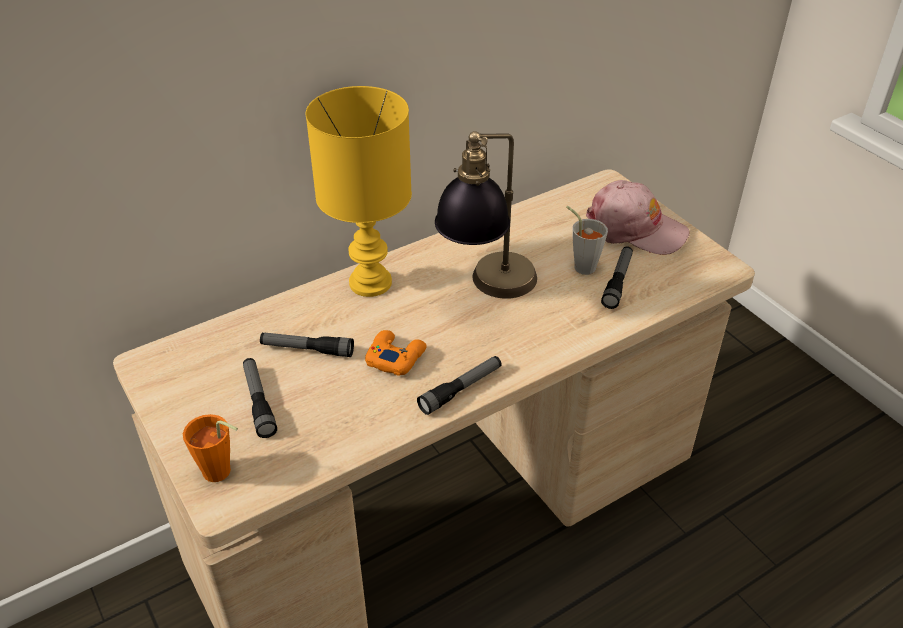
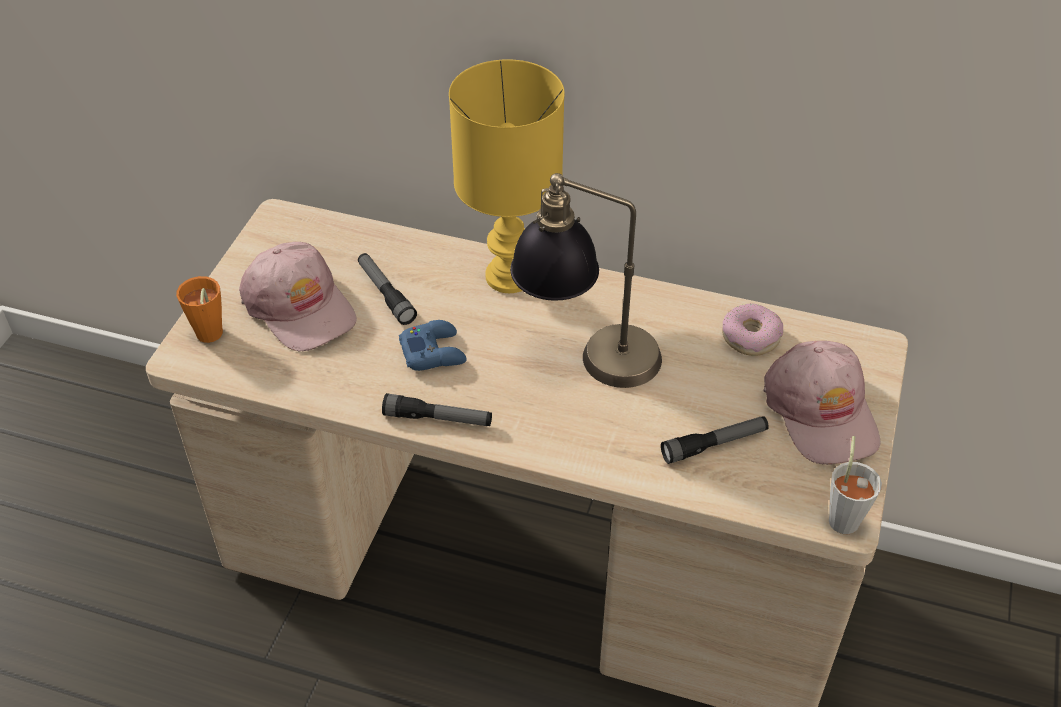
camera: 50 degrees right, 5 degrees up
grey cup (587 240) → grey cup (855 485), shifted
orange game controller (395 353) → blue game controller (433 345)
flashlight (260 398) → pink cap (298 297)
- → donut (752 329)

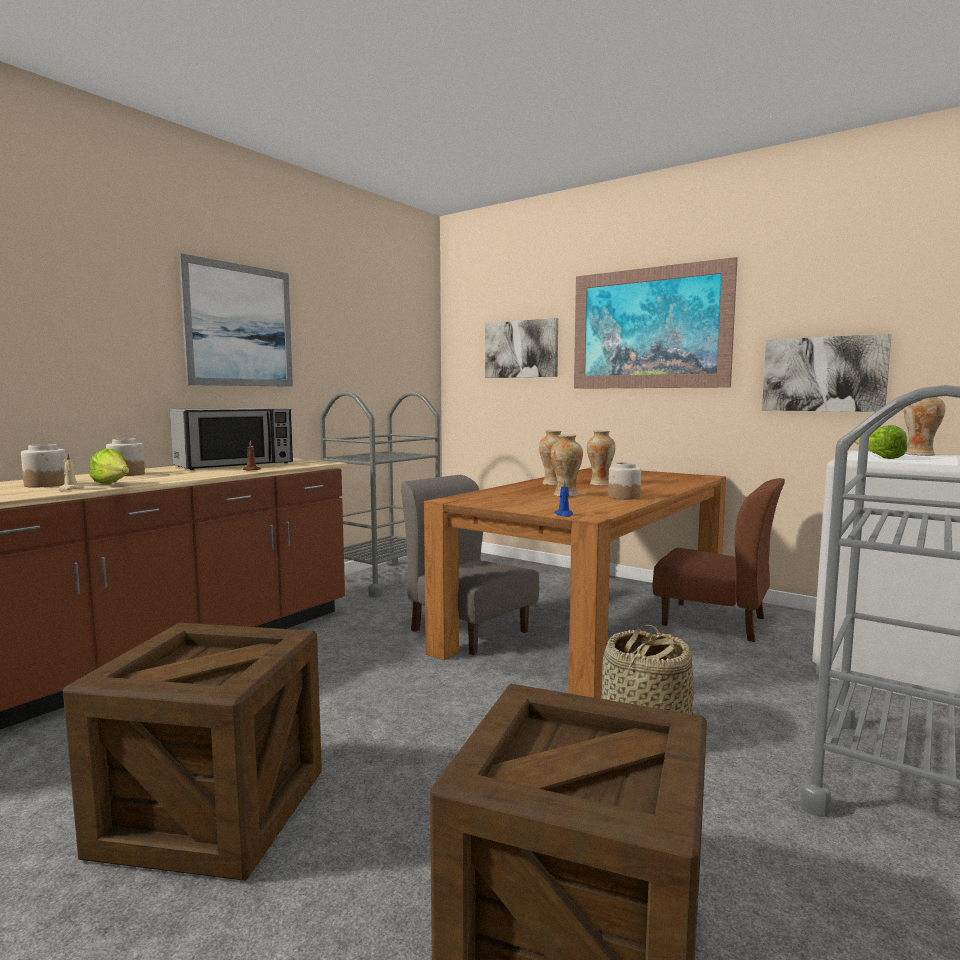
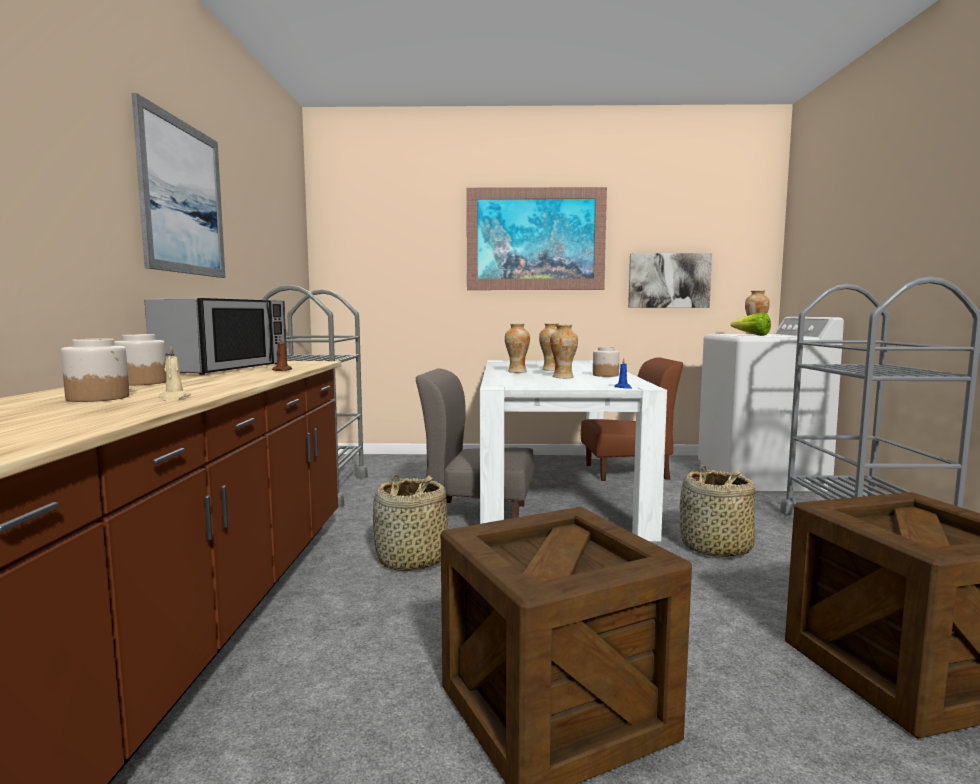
camera: 35 degrees left, 0 degrees up
picture (521 348) → -
lettuce (109 466) → -
brown dining table (575 583) → white dining table (573 451)
- → basket (410 523)

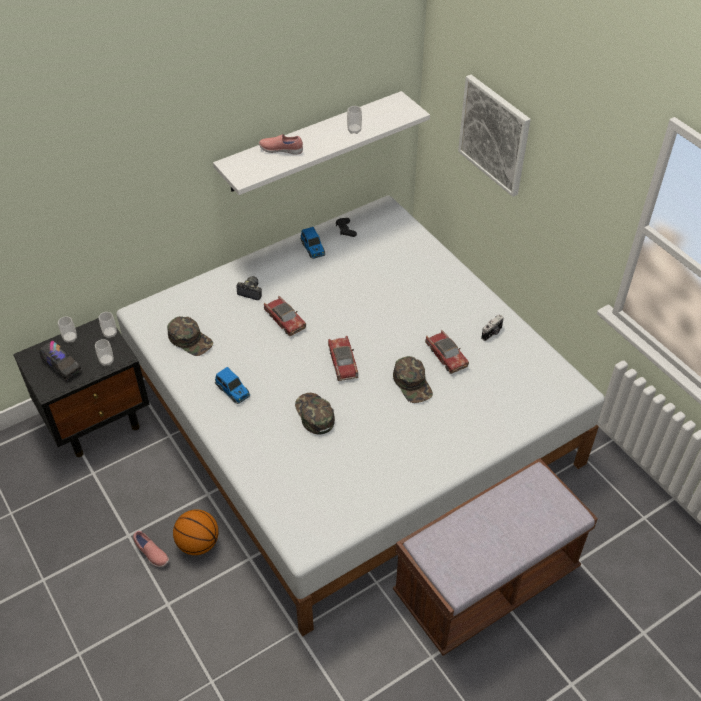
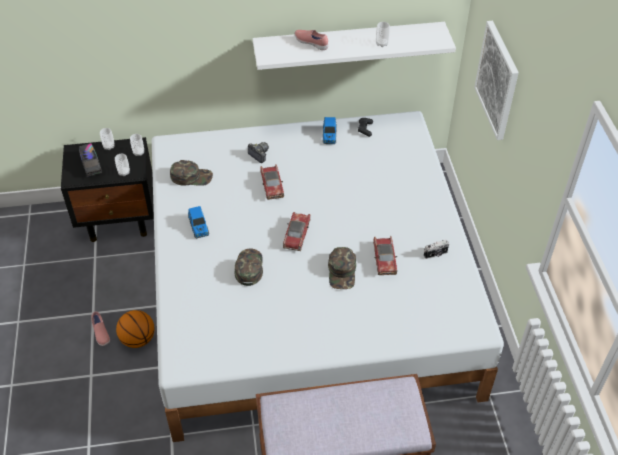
camera: 25 degrees right, 0 degrees up
green cap (190 336) → green cap (191 173), 60 degrees counterclockwise

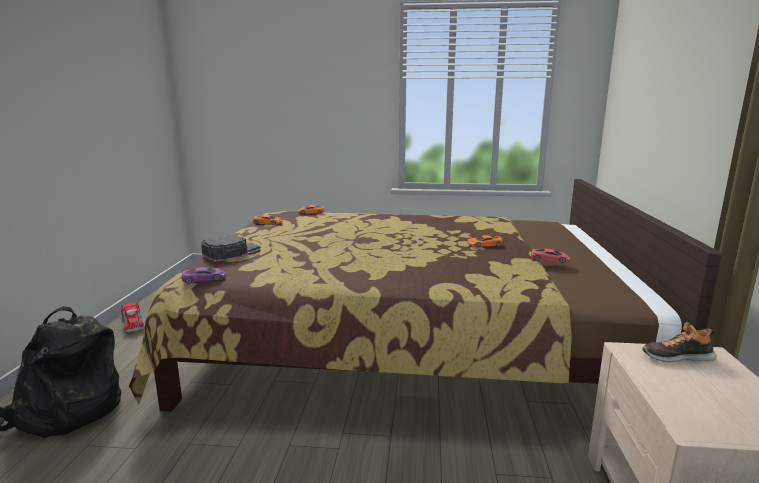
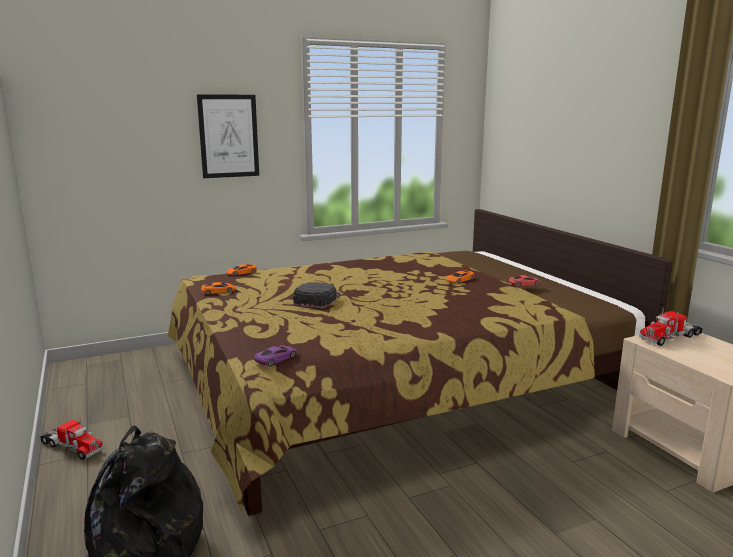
camera: 30 degrees left, 0 degrees up
black cap (231 248) → black cap (316 295), shifted
shoe (679 342) → toy truck (671 327)
- → picture (228 136)

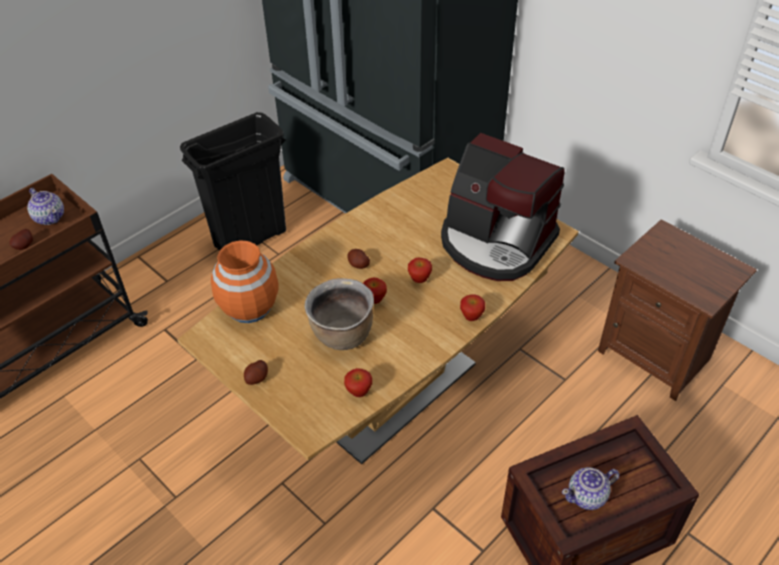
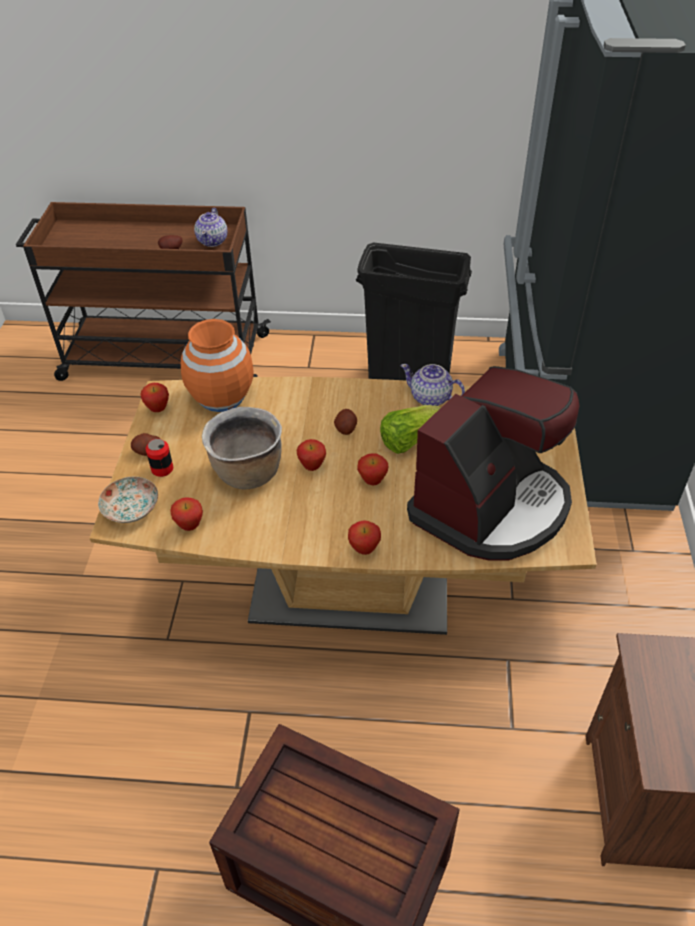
camera: 50 degrees right, 0 degrees up
coffee machine (503 207) → coffee machine (493 463), 135 degrees counterclockwise
teapot (590 488) → teapot (433 385), shifted
- → apple (155 397)
- → lettuce (410 429)
- → can (159 458)
- → plate (128 500)

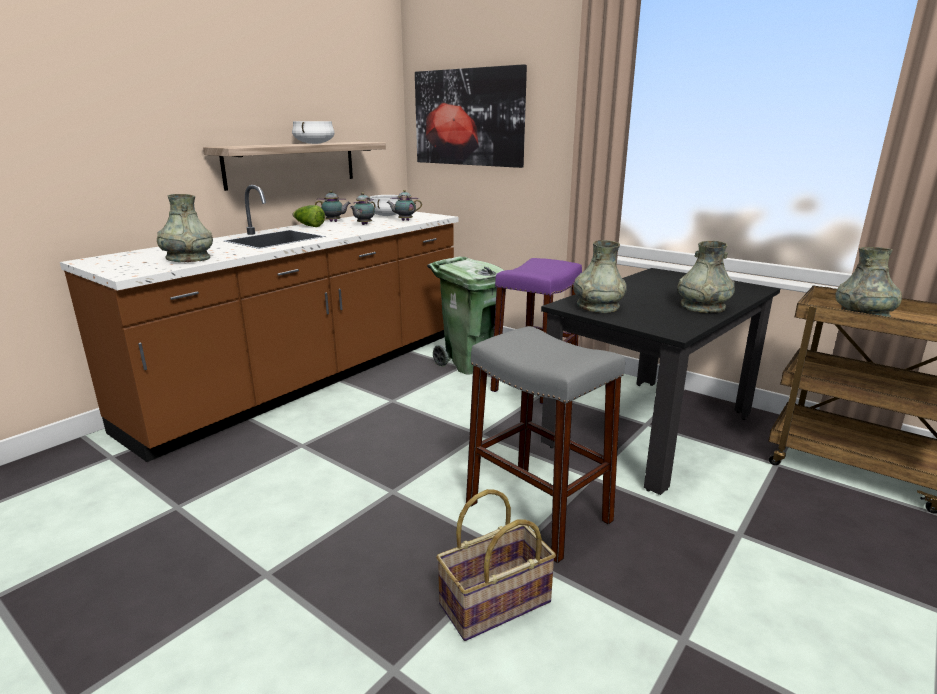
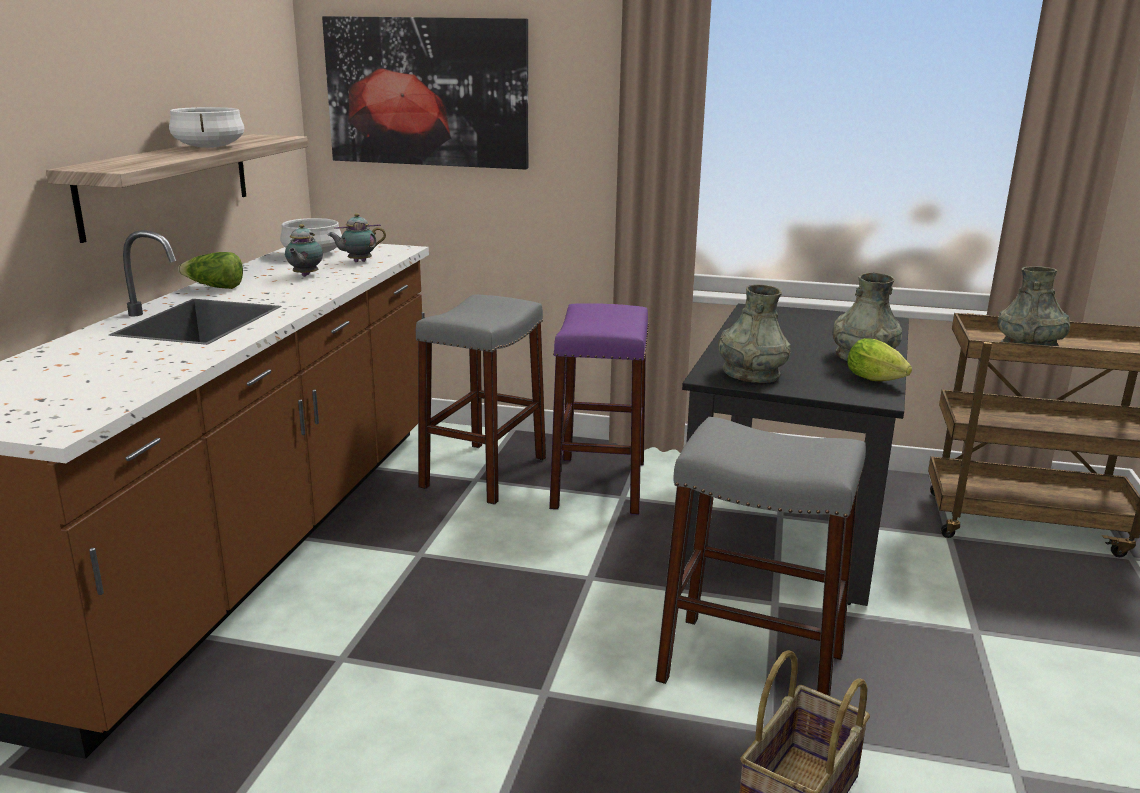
camera: 25 degrees left, 0 degrees up
teapot (333 206) → -
grey vase (185 228) → -
green trash can (466 316) → grey stool (481 399)
- → lettuce (879 359)

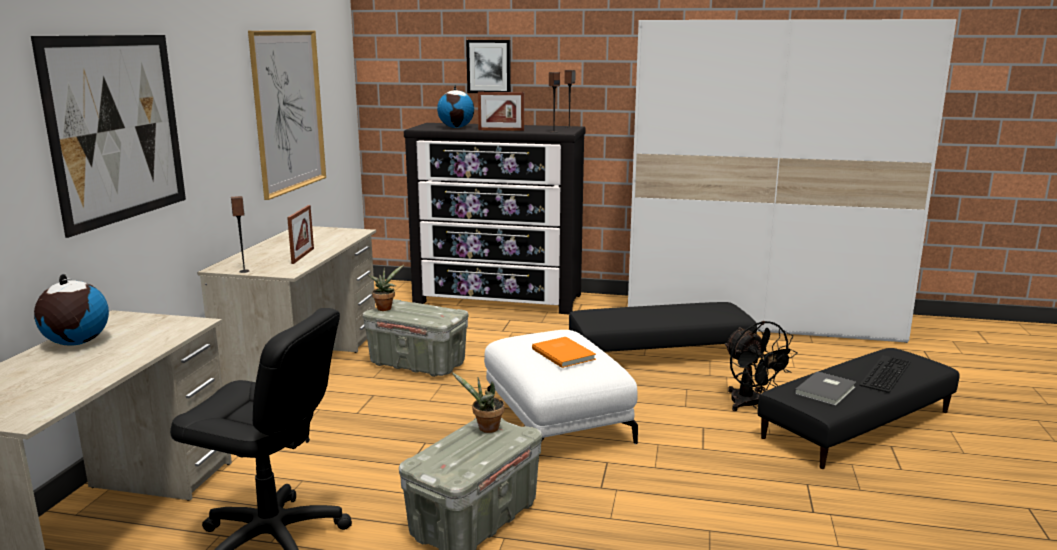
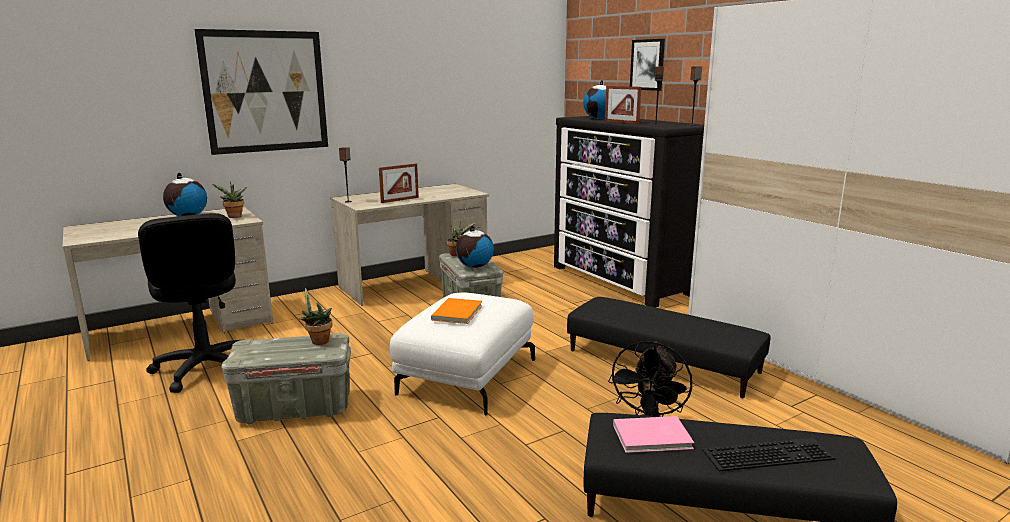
camera: 45 degrees right, 0 degrees up
picture (287 115) → -
grey book (825 388) → pink book (653 434)
- → potted plant (229 199)
- → globe (475 247)

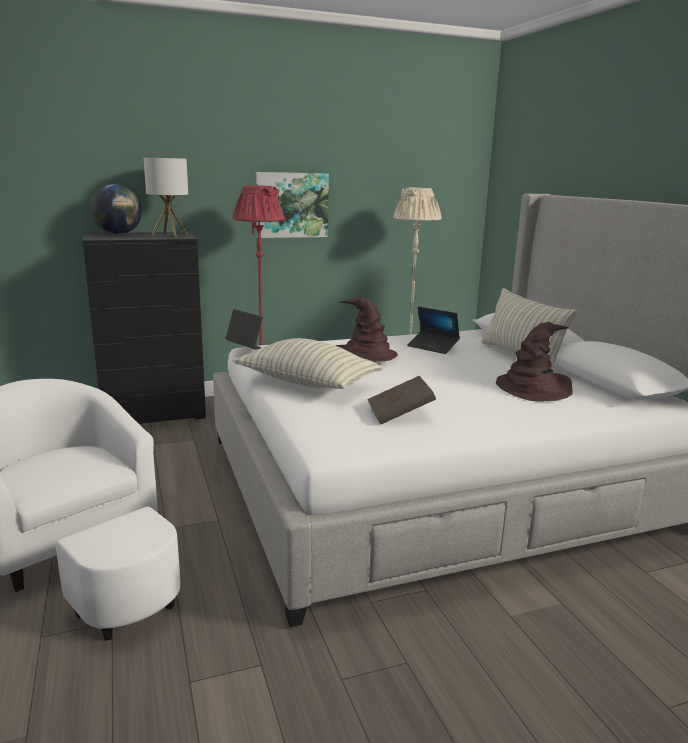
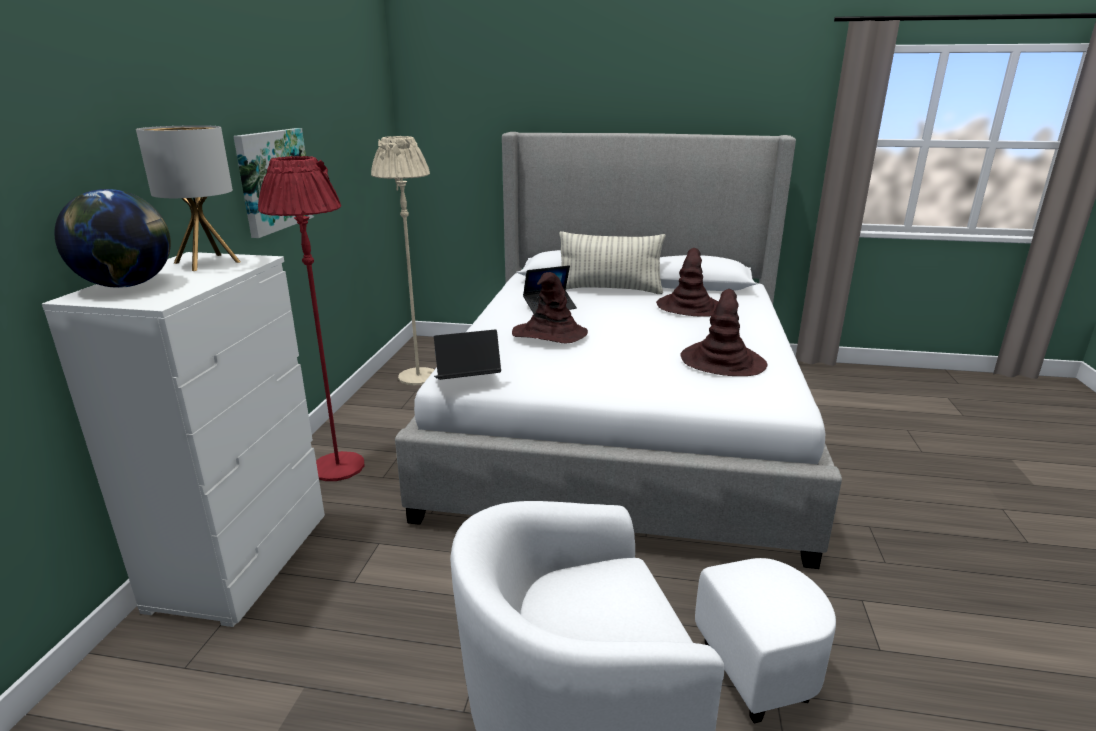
camera: 60 degrees left, 5 degrees up
black dresser (144 328) → white dresser (183 439)
pillow (308 363) → -
brown book (401 400) → brown hat (723 332)

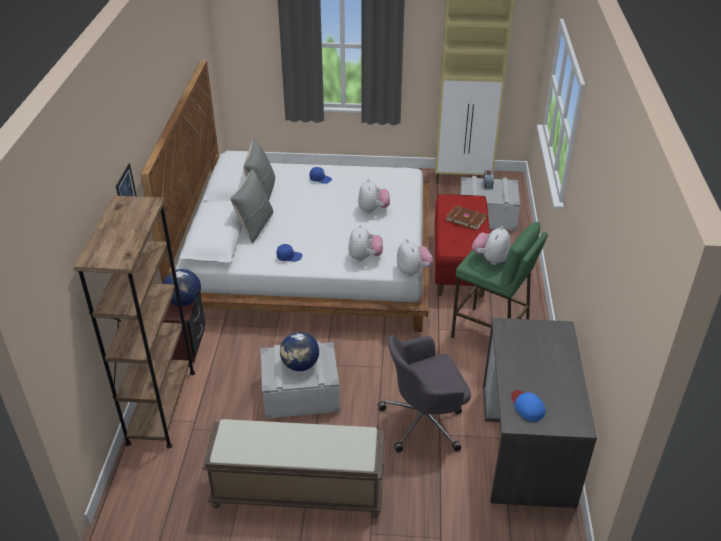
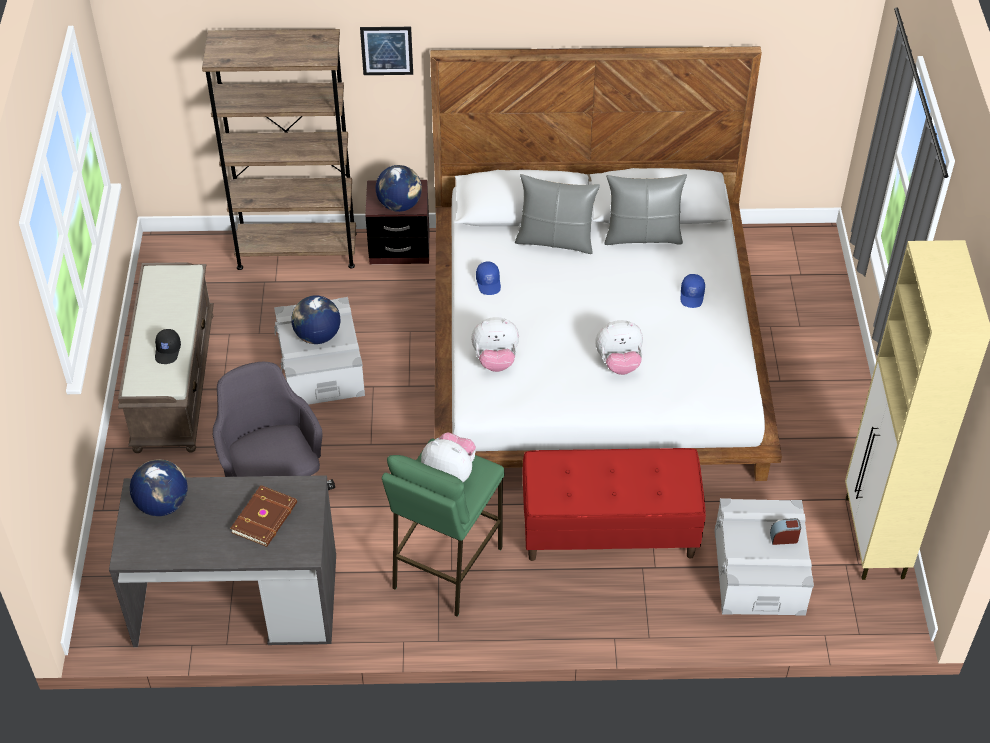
camera: 85 degrees right, 10 degrees up
brown book (466 218) → brown book (263 516), shifted
plush toy (415 257) → -
blue cap (528 405) → globe (159 487)
- → black cap (168 346)

